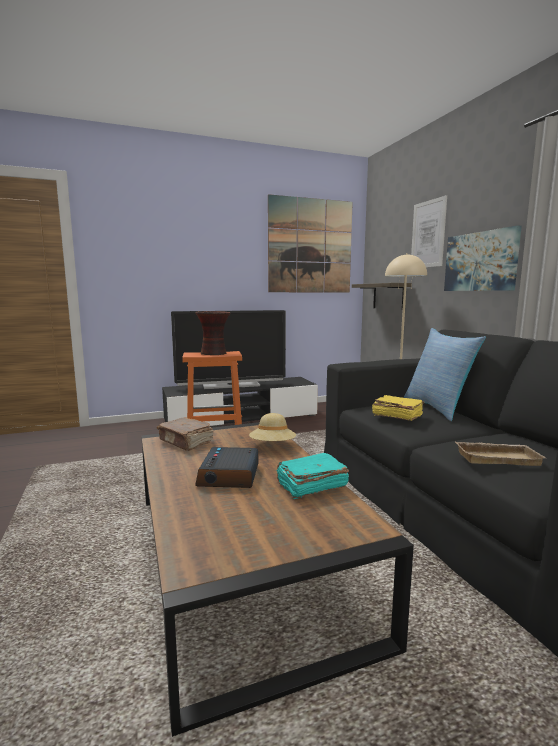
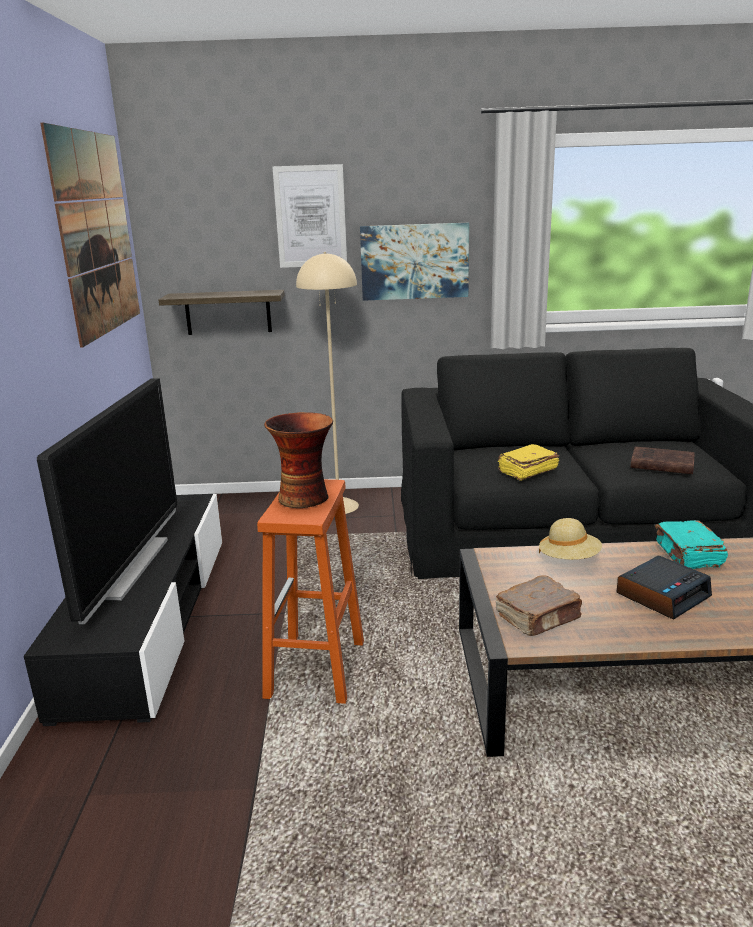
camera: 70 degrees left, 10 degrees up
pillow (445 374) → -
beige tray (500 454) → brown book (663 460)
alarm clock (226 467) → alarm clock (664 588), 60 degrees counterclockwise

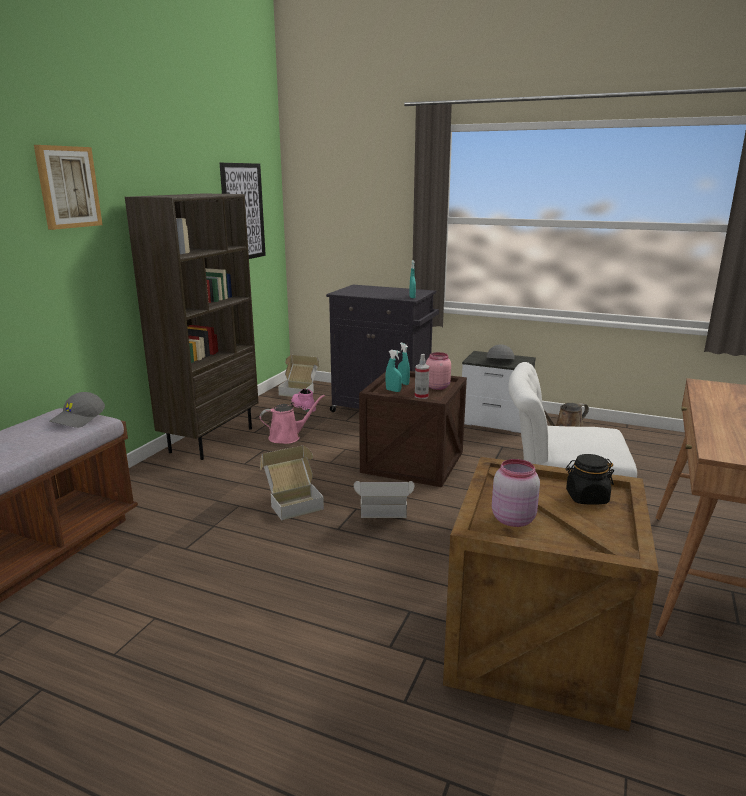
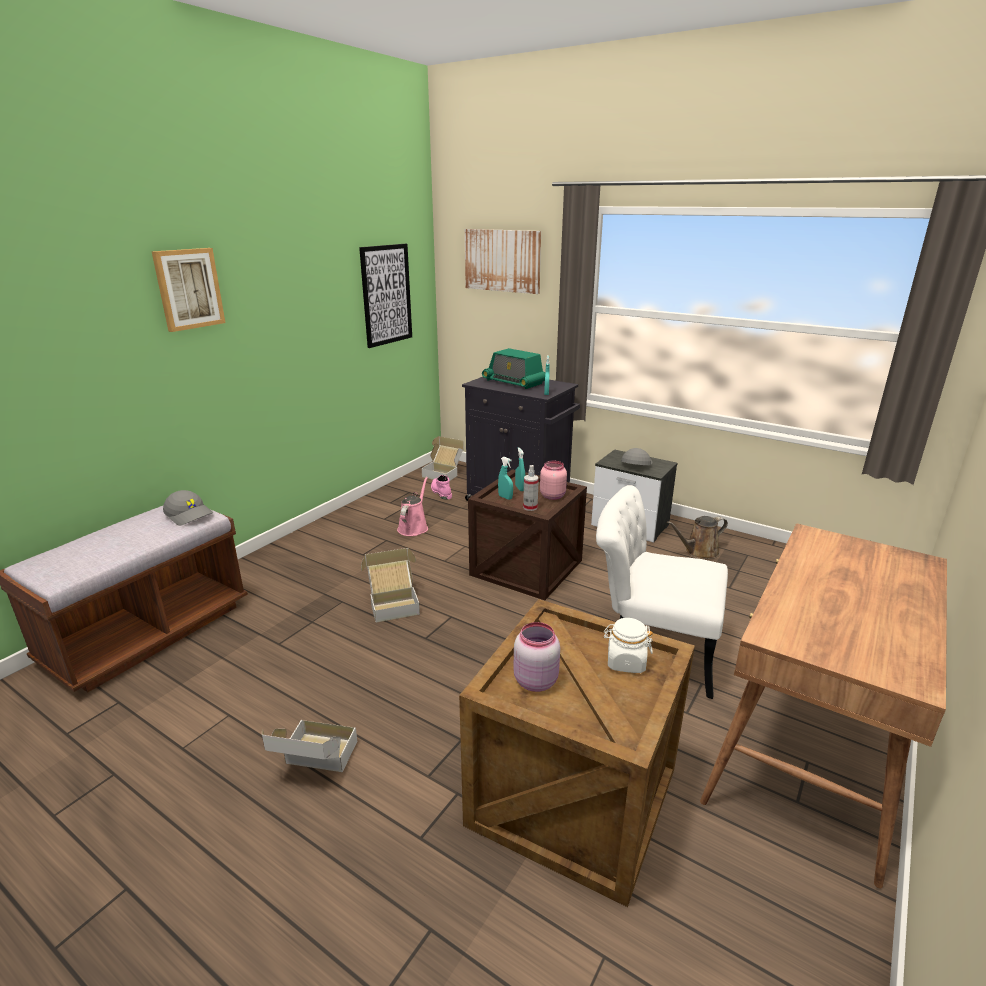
camera: 10 degrees right, 5 degrees up
brown bookcase (191 327) → -
grey cap (77 410) → grey cap (188 508), 90 degrees counterclockwise
pink watering can (292 419) → pink watering can (412 506), 60 degrees counterclockwise
black jar (590 479) → white jar (628 645)
cardboard box (384 499) → cardboard box (309 746), shifted
- → picture (503 261)
- → radio (513 368)

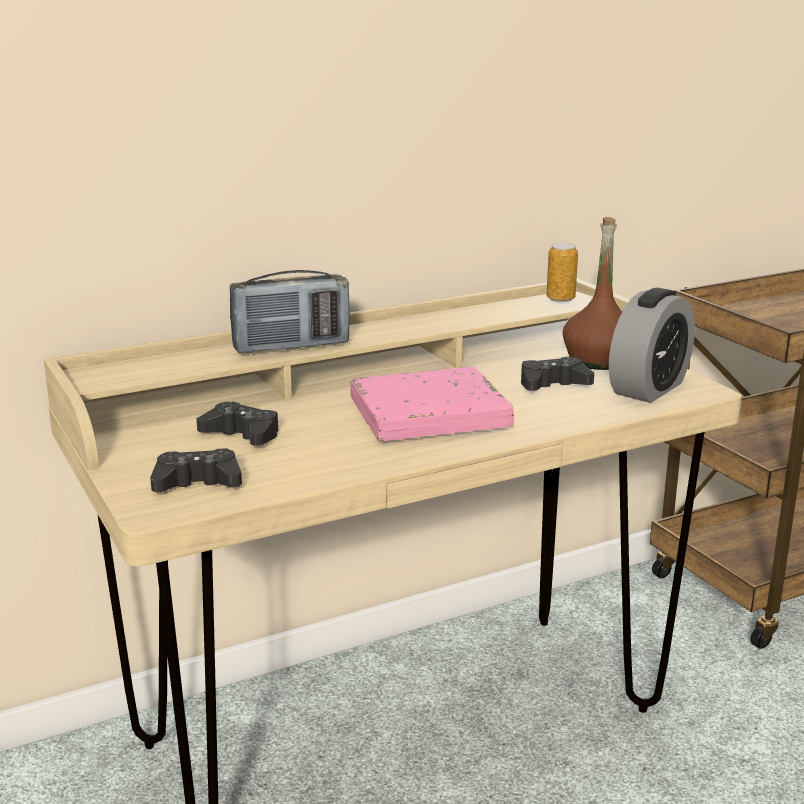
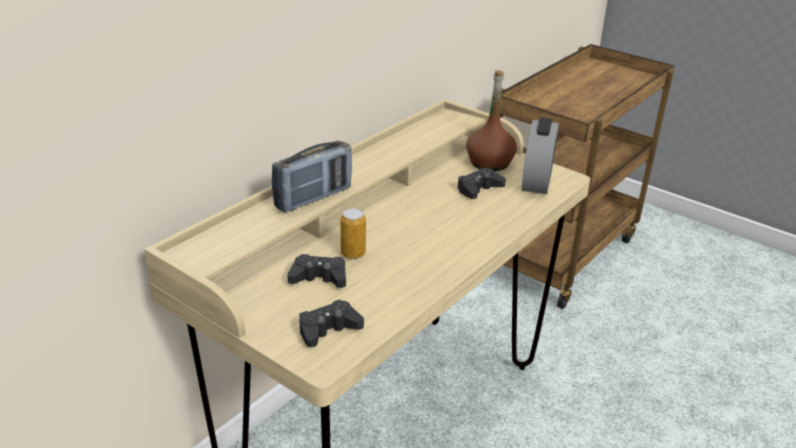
camera: 25 degrees left, 10 degrees up
can (562 272) → can (353 233), shifted
pink book (432 404) → -

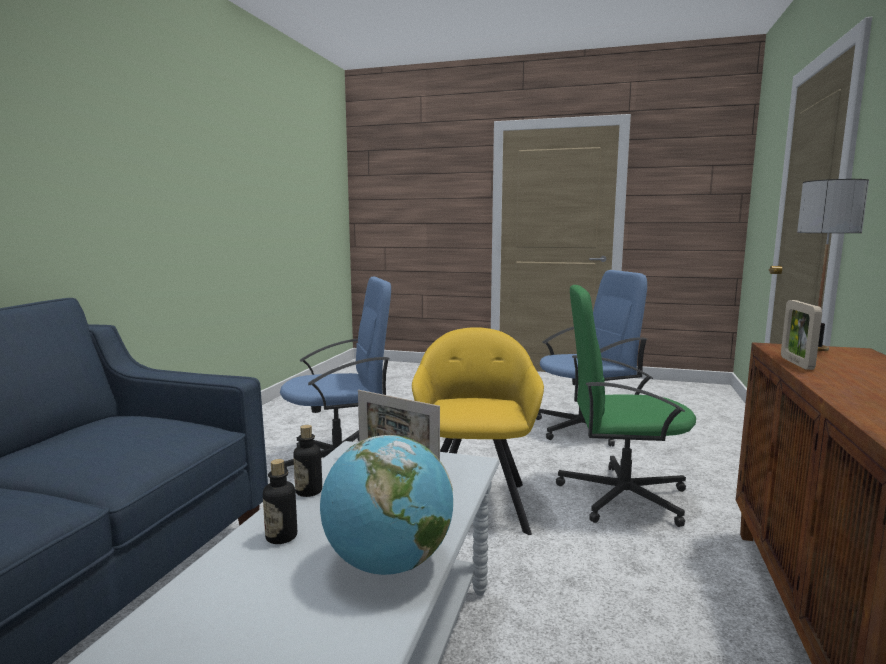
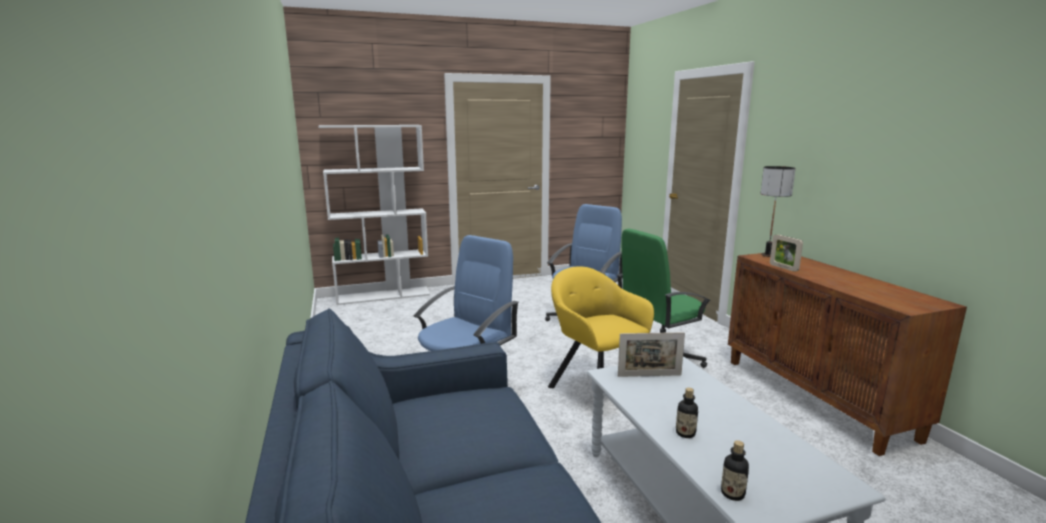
camera: 35 degrees left, 5 degrees up
bottle (307 461) → bottle (735 470), shifted
globe (386 505) → -
- → white bookcase (374 215)

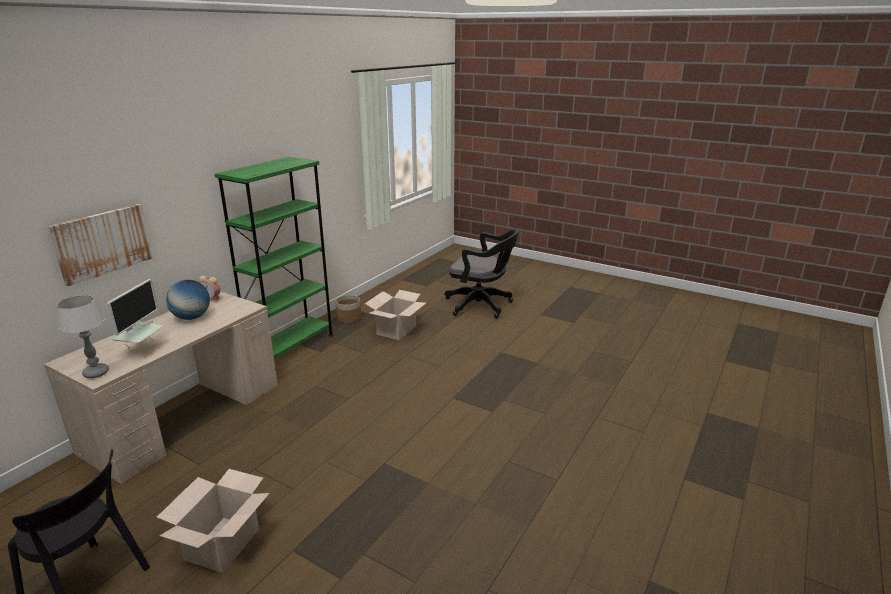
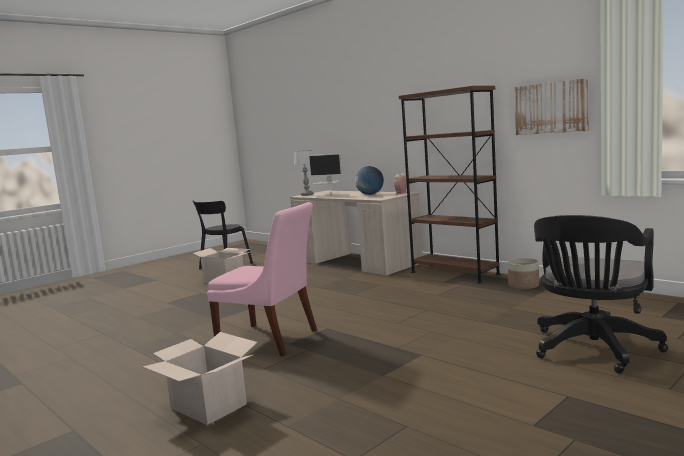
camera: 105 degrees right, 15 degrees down
green bookcase (274 263) → brown bookcase (450 184)
picture (100 245) → picture (551 106), shifted
cardboard box (395 315) → cardboard box (200 378), shifted
- → pink chair (262 279)

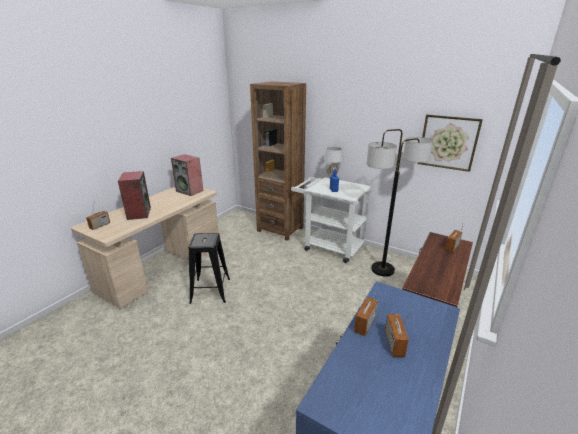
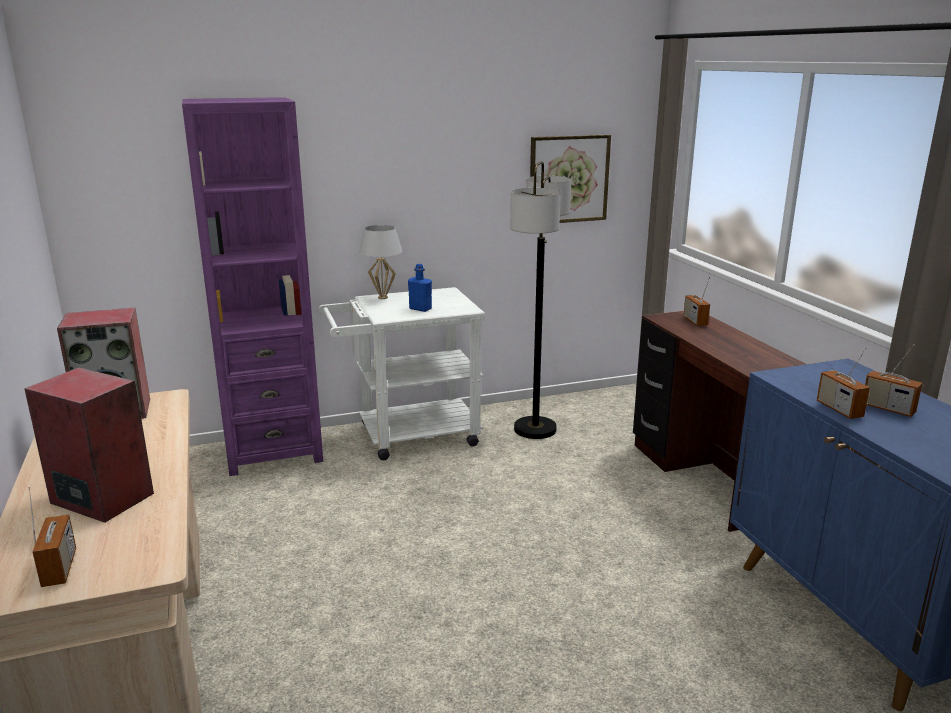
camera: 50 degrees left, 5 degrees down
brown bookcase (278 161) → purple bookcase (252 286)
black stool (209 268) → -

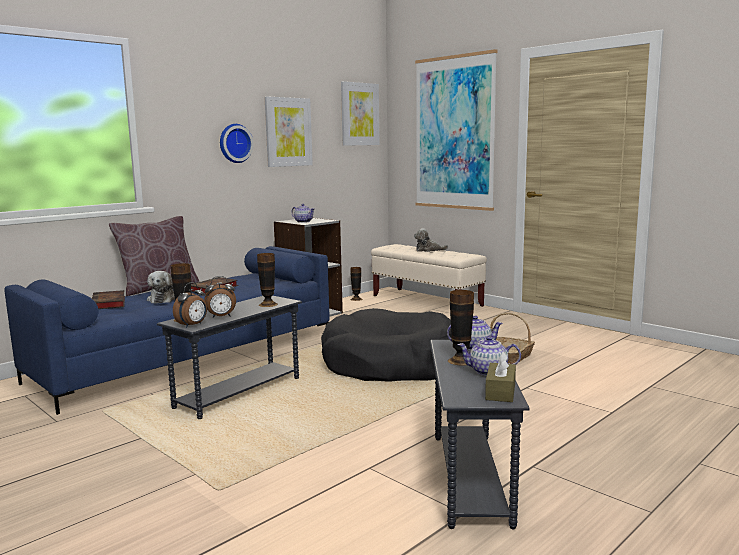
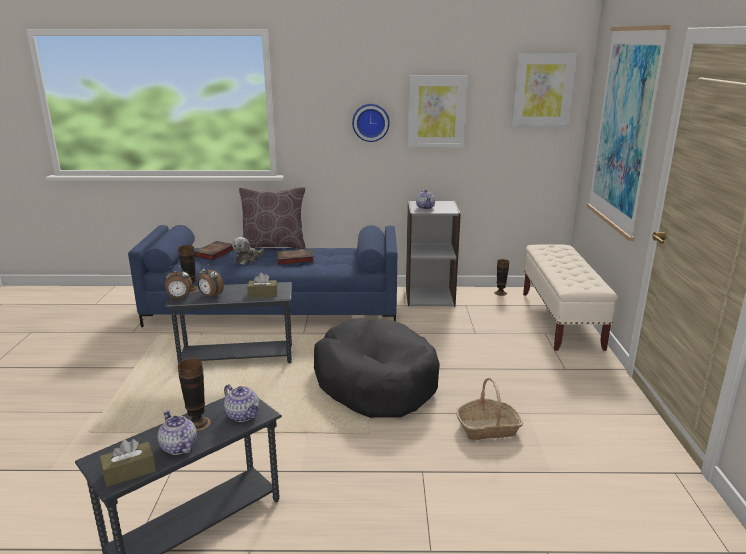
camera: 45 degrees right, 10 degrees up
plush toy (431 240) → -
vase (267 280) → brown tissue box (262 285)

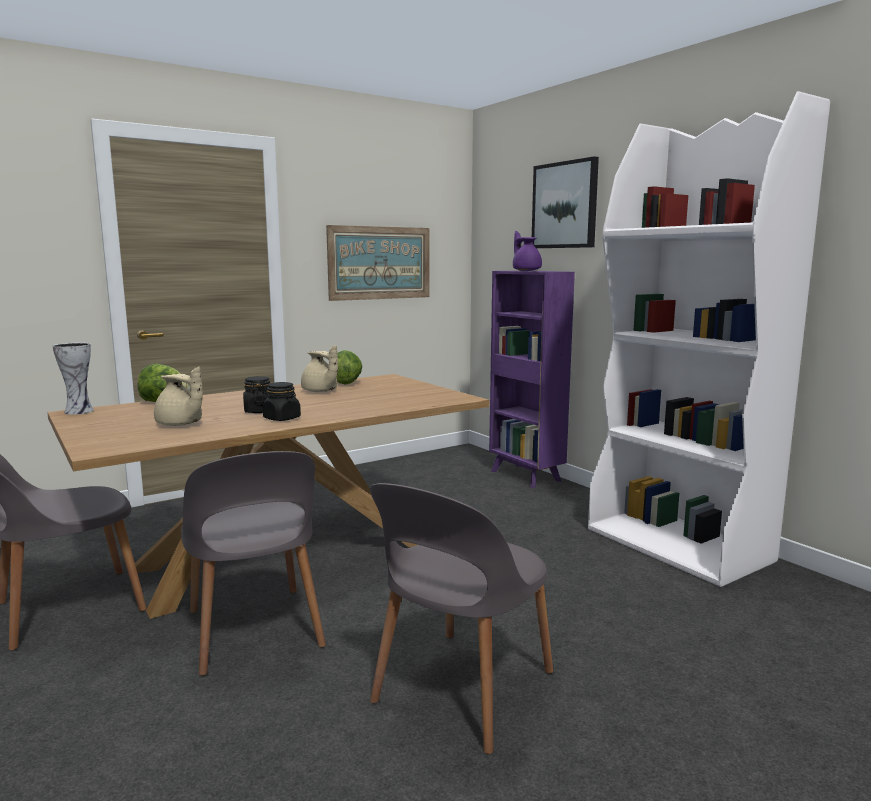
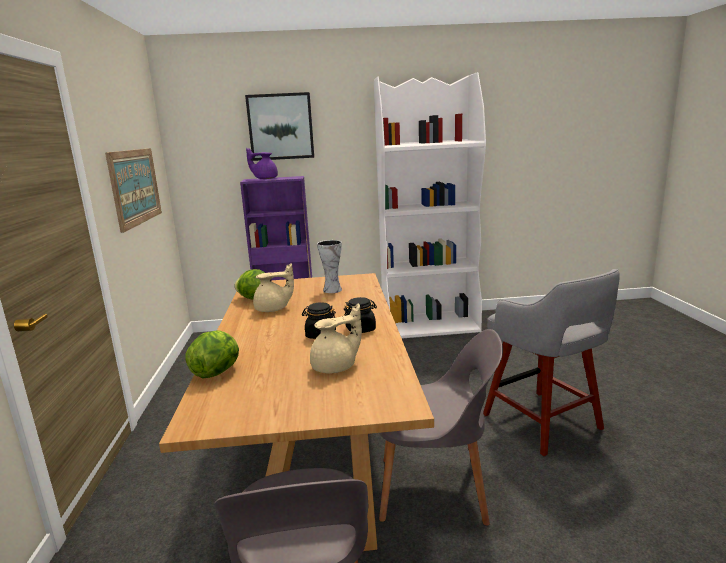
camera: 60 degrees left, 5 degrees up
vase (73 378) → vase (329 266), shifted
grey chair (461 618) → grey stool (551 362)

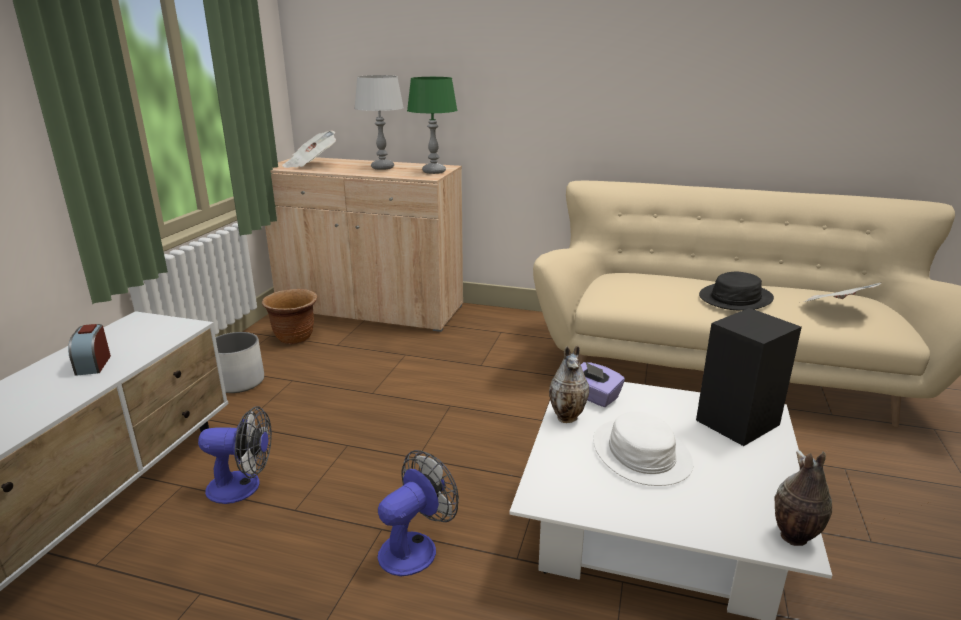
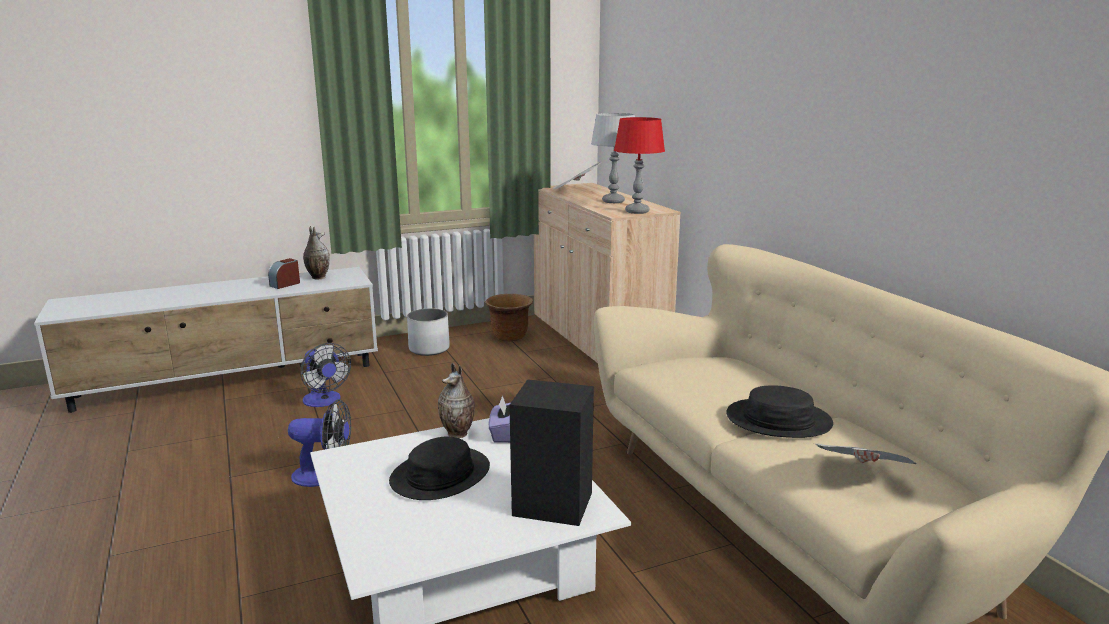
camera: 50 degrees right, 5 degrees down
green table lamp (432 125) → red table lamp (639 165)
white hat (643 449) → black hat (439 468)
vase (803 498) → vase (316 252), shifted

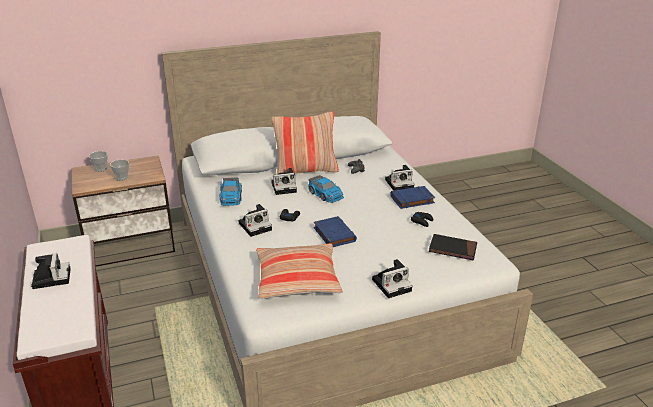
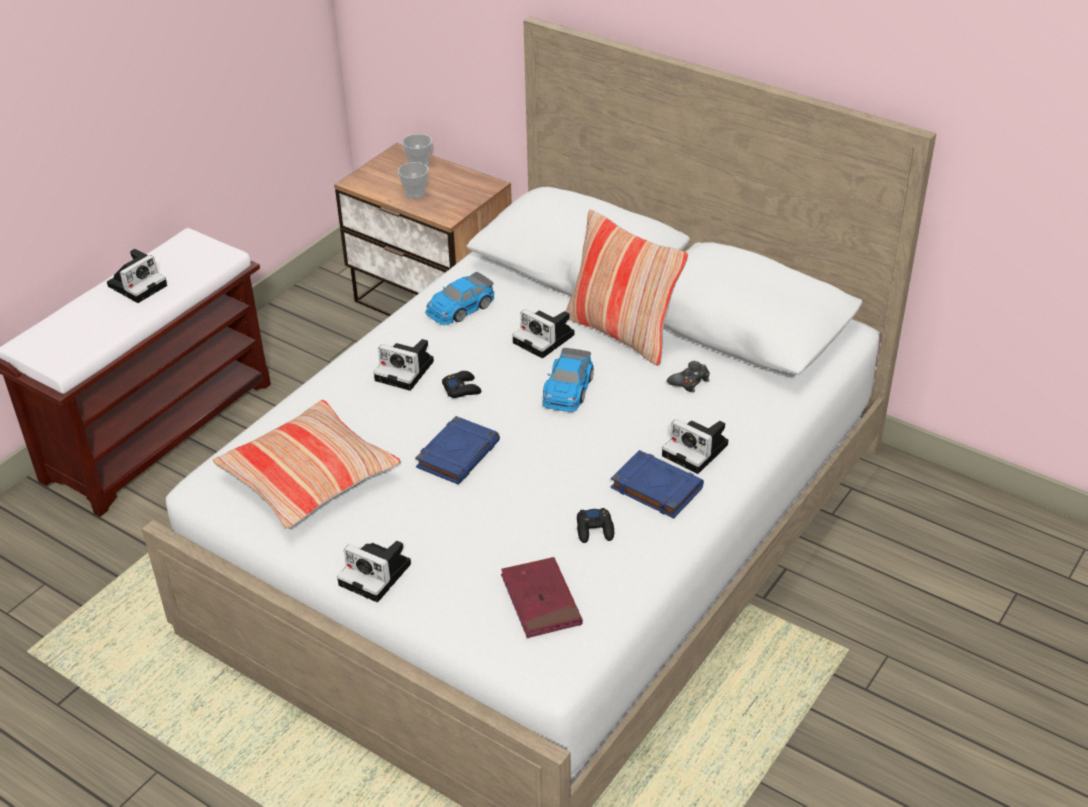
camera: 55 degrees right, 10 degrees up
black book (453 247) → red book (542 597)

